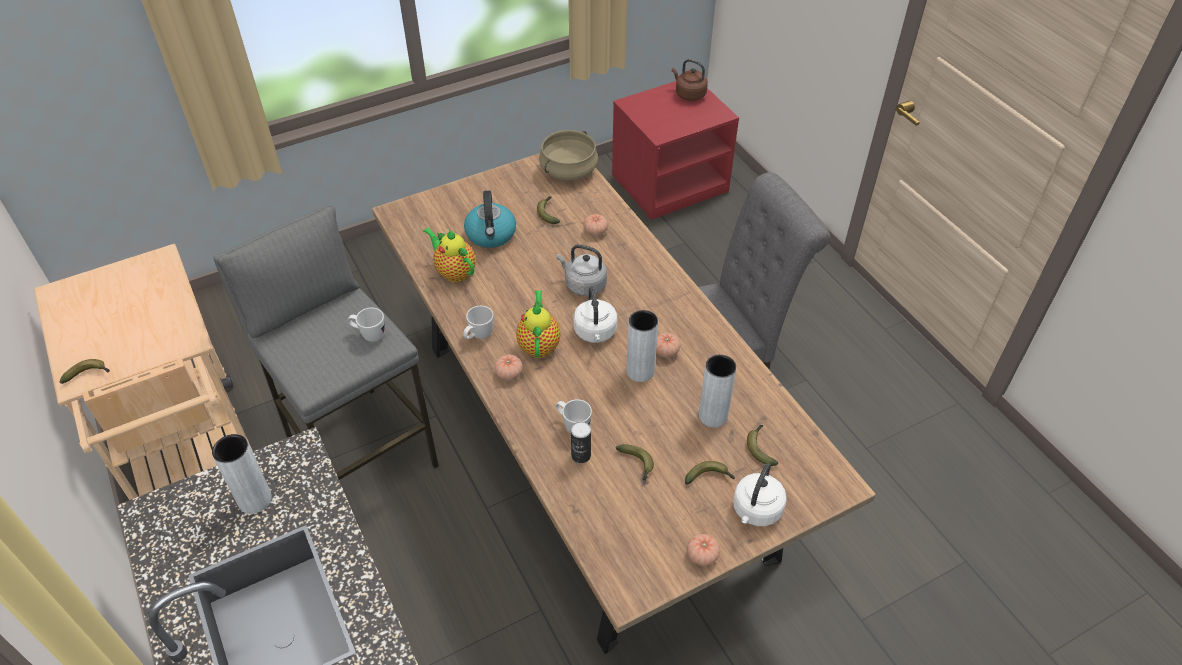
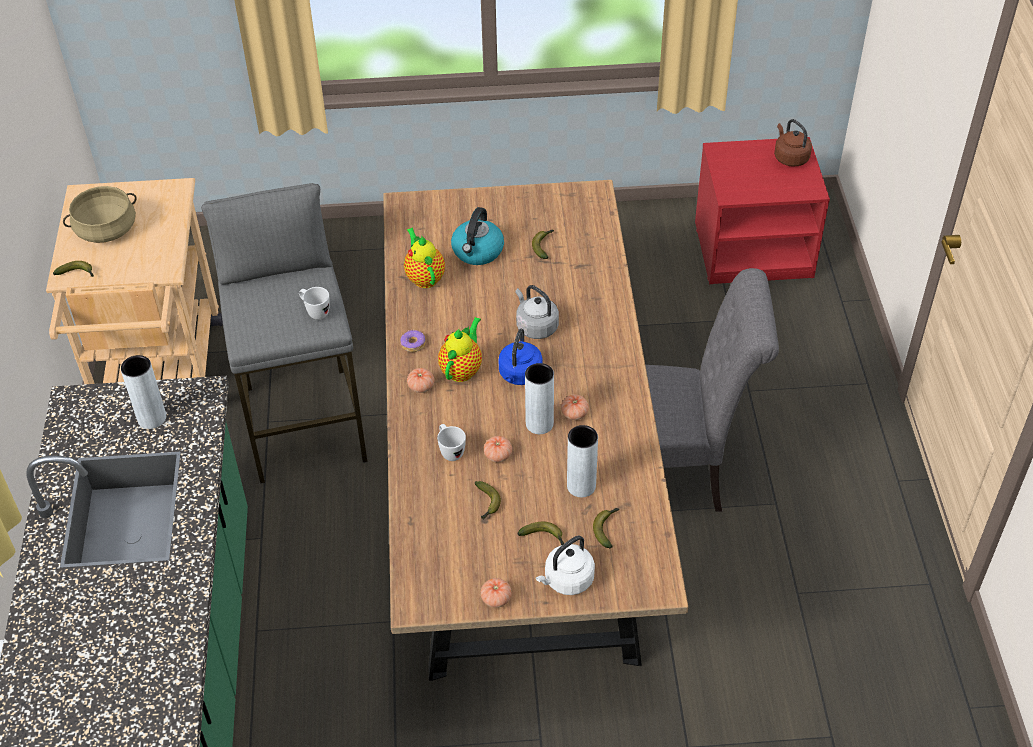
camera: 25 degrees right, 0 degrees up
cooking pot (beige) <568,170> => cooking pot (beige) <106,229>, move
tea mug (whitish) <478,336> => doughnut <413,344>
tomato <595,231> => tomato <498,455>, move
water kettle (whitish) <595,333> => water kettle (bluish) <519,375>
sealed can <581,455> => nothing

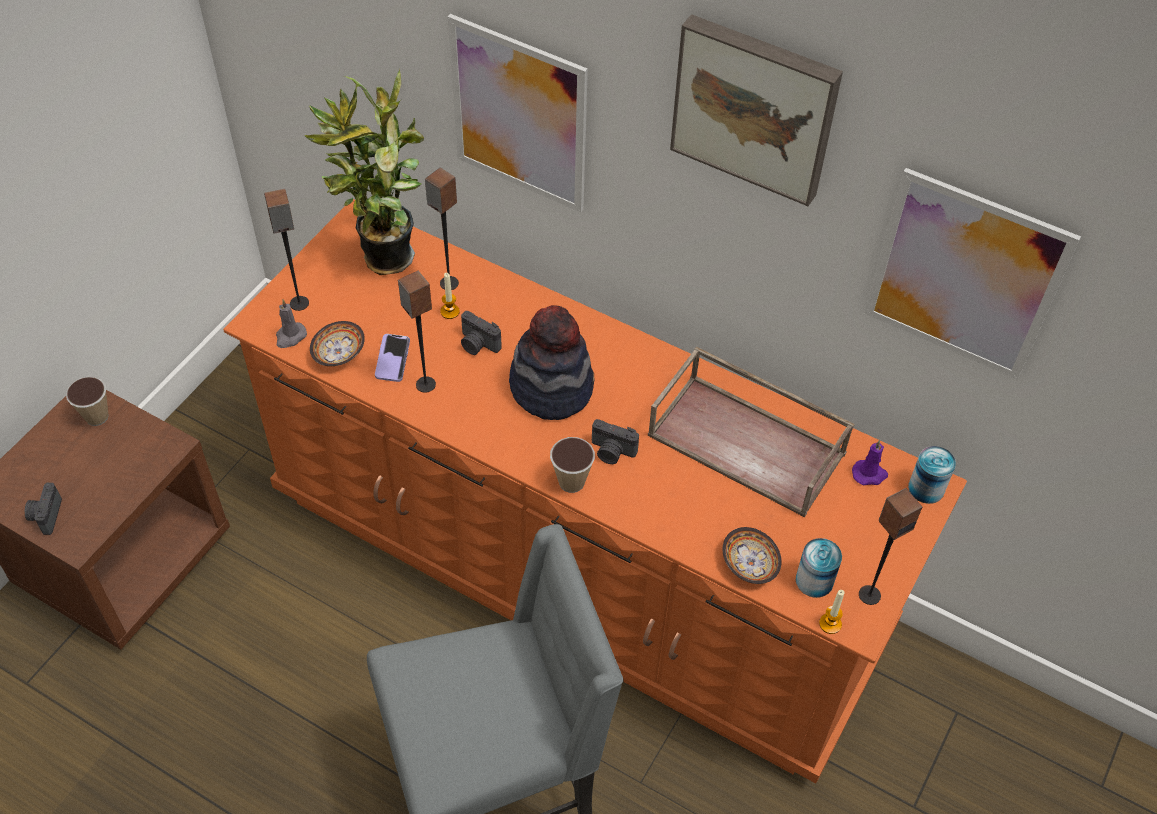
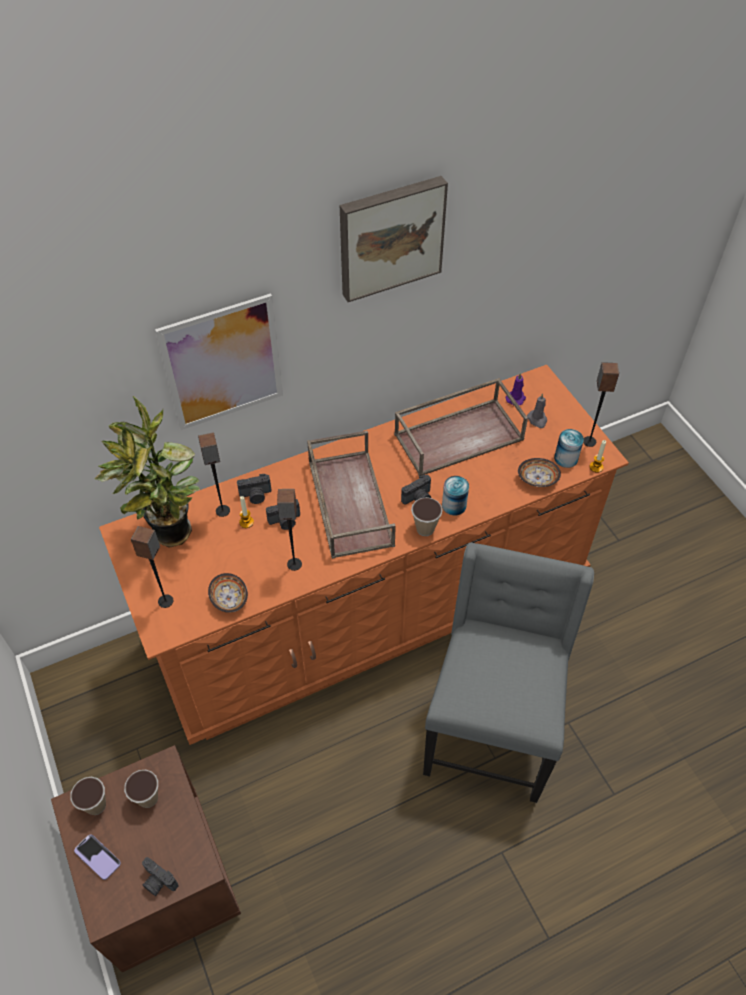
camera: 55 degrees left, 0 degrees up
handset <392,359> => handset <98,857>, move
nothing => cup <148,798>
nothing => still camera <256,496>
wearable hat <551,387> => serving tray (brown) <348,502>
sealed can <926,488> => sealed can <454,505>, move
wax candle (grey) <290,337> => wax candle (grey) <537,420>, move
wall art <965,276> => nothing

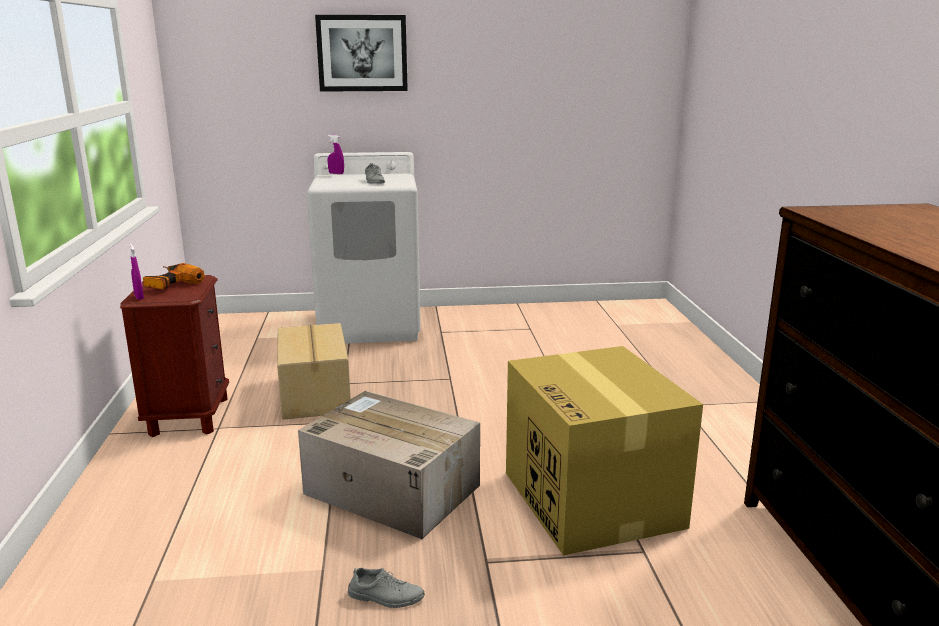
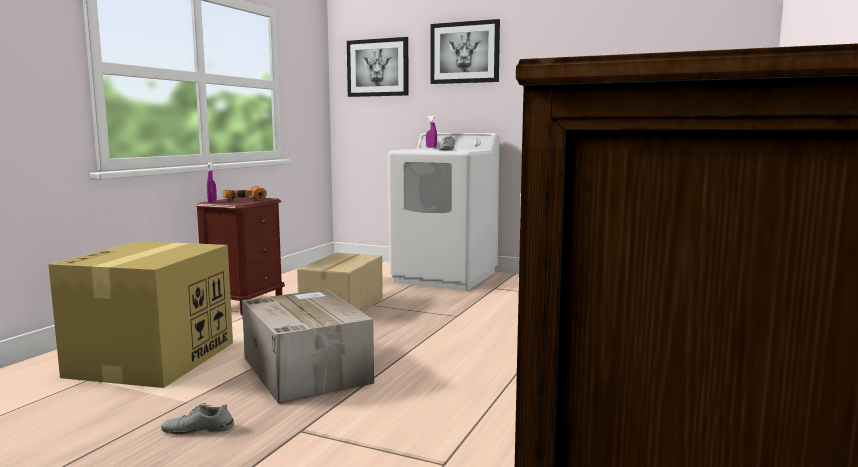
camera: 30 degrees right, 10 degrees down
packing box <593,500> => packing box <152,360>, move
low shoe (grey) <385,596> => low shoe (grey) <198,429>, 135 degrees clockwise
nothing => wall art <378,67>

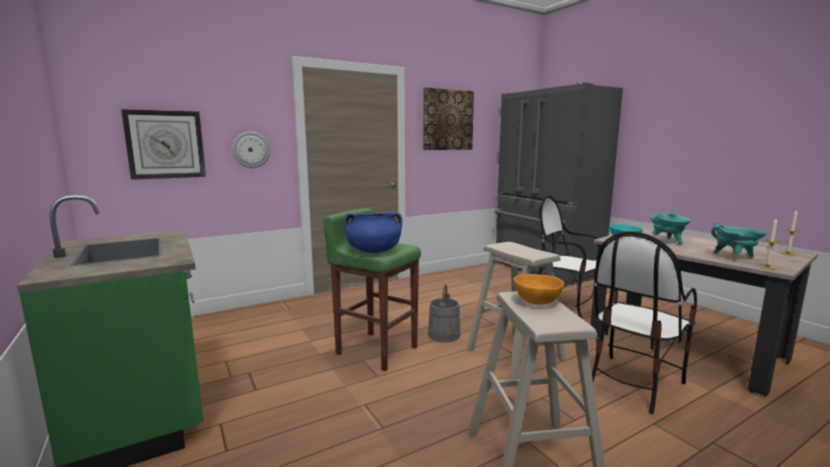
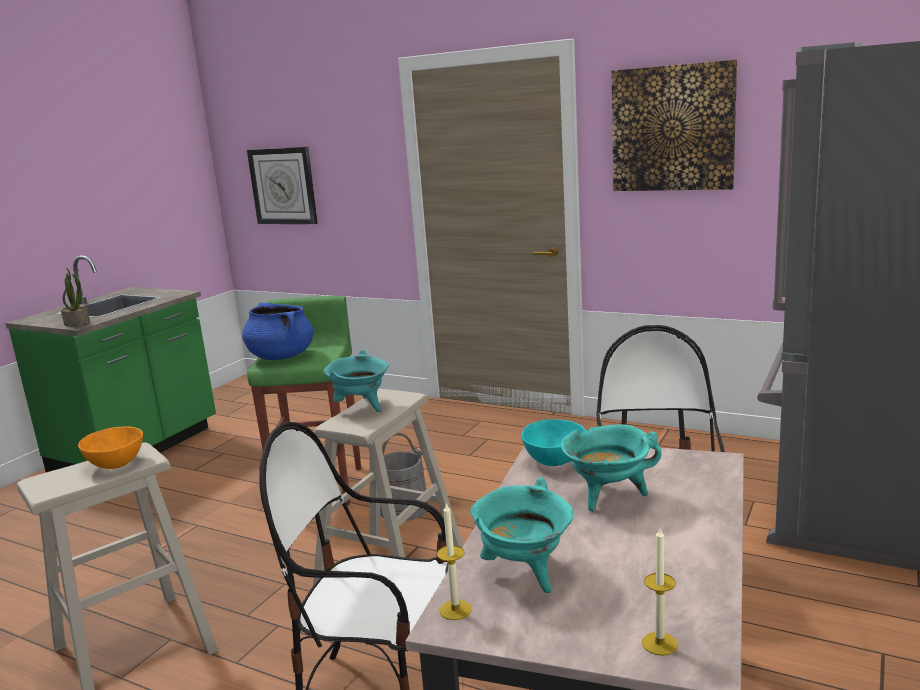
camera: 60 degrees right, 5 degrees up
nothing => plant in a pot <78,323>
nothing => cooking pot (blue-green) <361,407>
hanging clock <251,149> => nothing

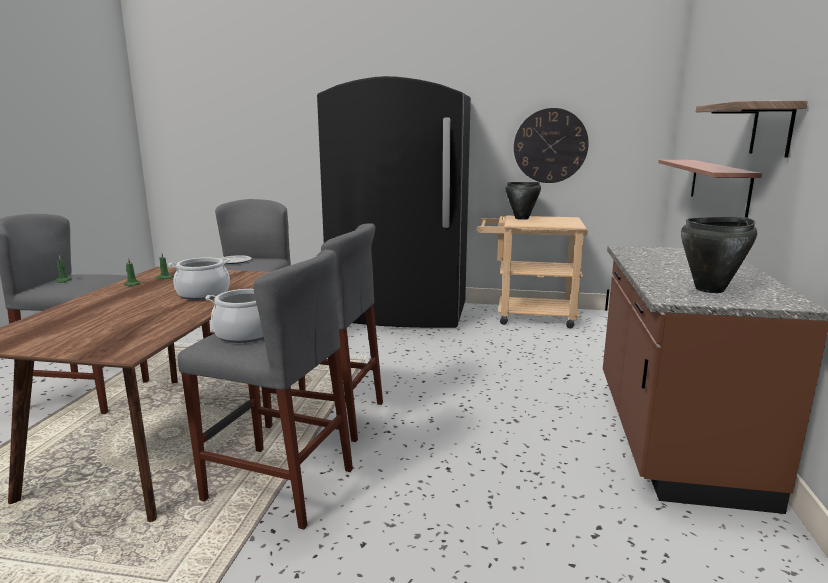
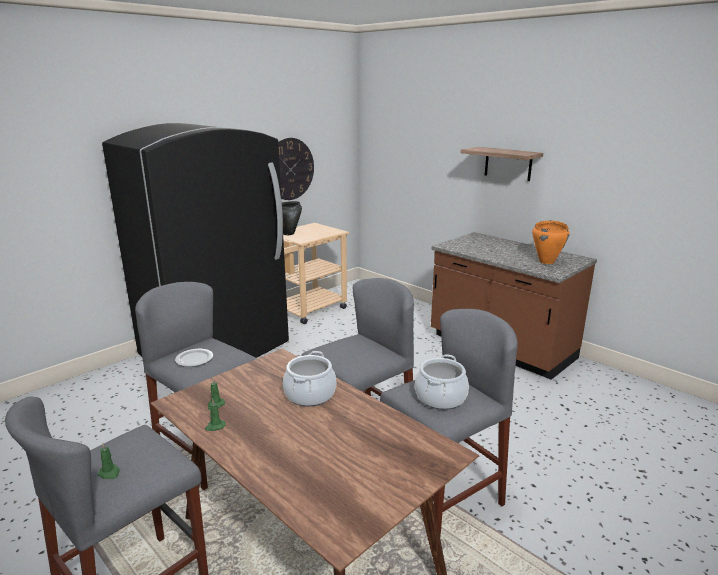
camera: 55 degrees left, 5 degrees up
cooking pot (black) <710,289> => cooking pot (orange-coloured) <547,261>
wall shelf <719,185> => nothing

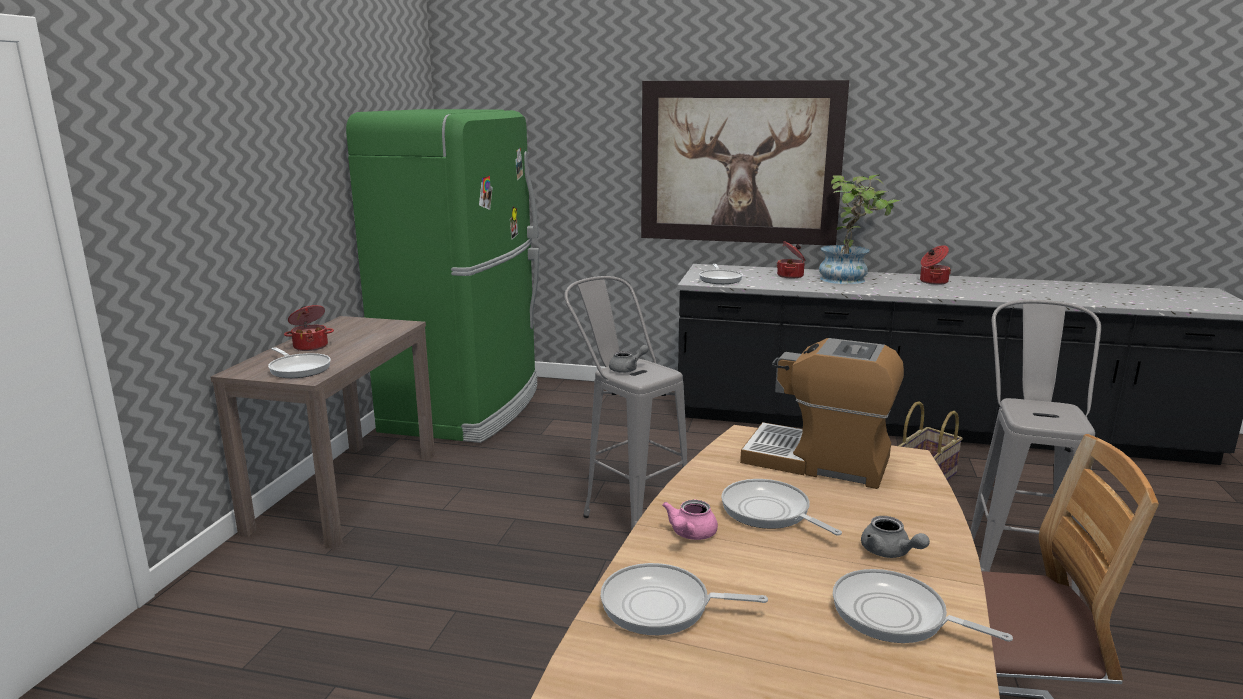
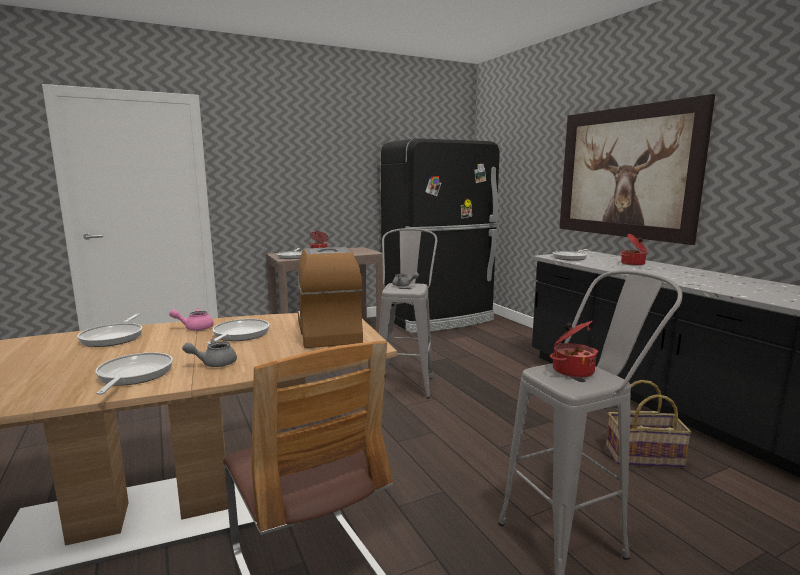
camera: 50 degrees right, 5 degrees down
pan <662,606> => pan <114,337>, 150 degrees counterclockwise
pot for tea (grey) <889,553> => pot for tea (grey) <214,363>, 45 degrees clockwise
refrigerator (green) <466,408> => refrigerator (black) <438,319>
cooking pot <932,282> => cooking pot <572,370>, move
plant in a pot <850,279> => nothing

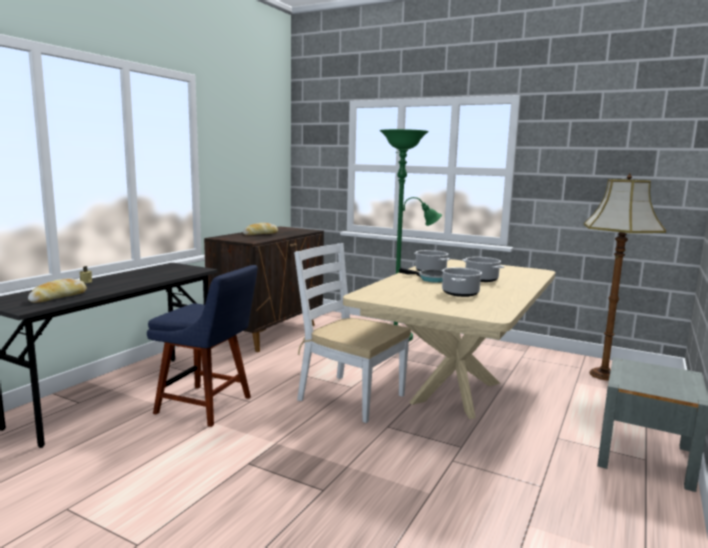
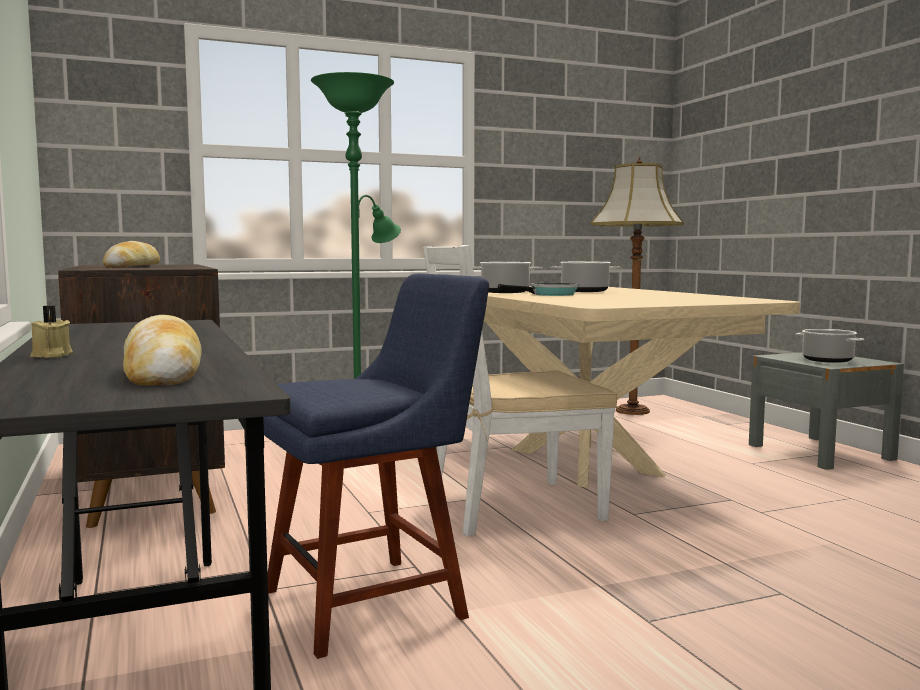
camera: 50 degrees left, 5 degrees down
cooking pot <460,293> => cooking pot <826,360>, move

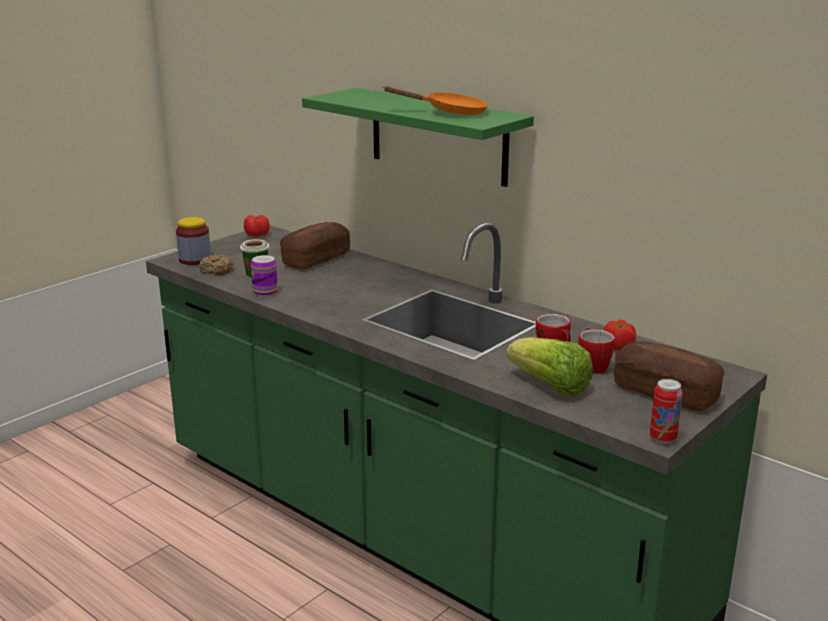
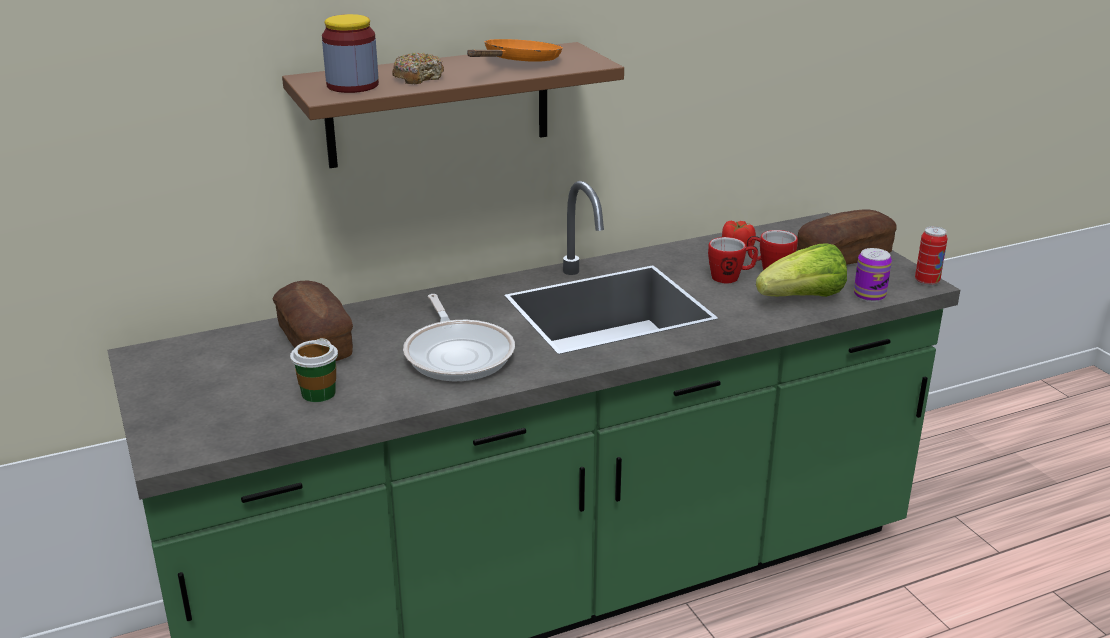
camera: 65 degrees left, 5 degrees up
wall shelf (green) <438,136> => wall shelf (brown) <439,105>
jar <195,259> => jar <352,85>, move
doughnut <216,270> => doughnut <418,77>, move
nothing => pan <458,354>
sealed can <265,292> => sealed can <869,295>, move
tomato <257,235> => nothing

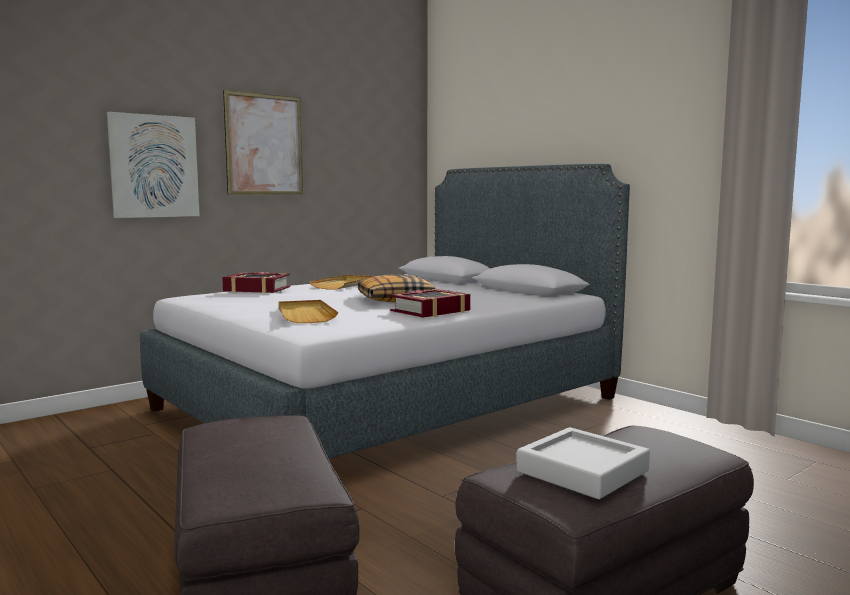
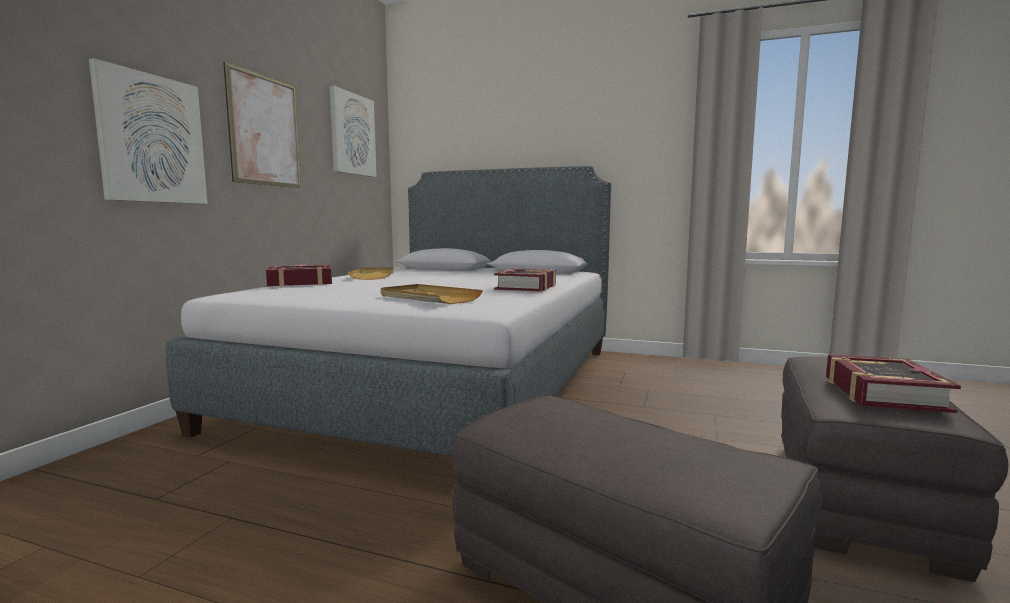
camera: 30 degrees left, 0 degrees up
nothing => wall art <352,134>
serving tray (grey) <582,471> => book <882,393>
cushion <394,299> => nothing

